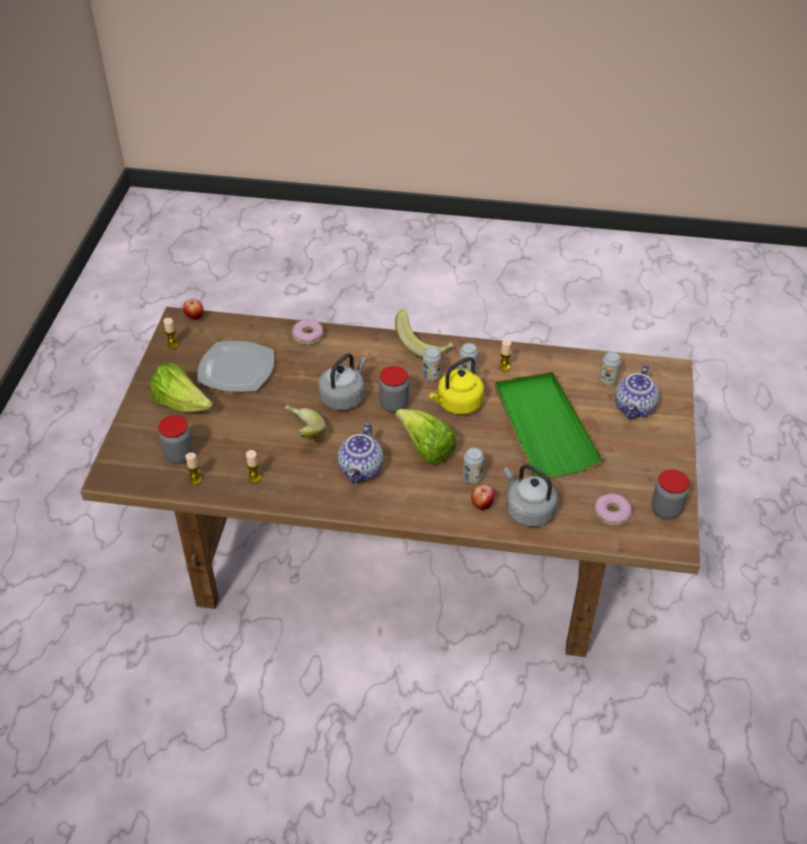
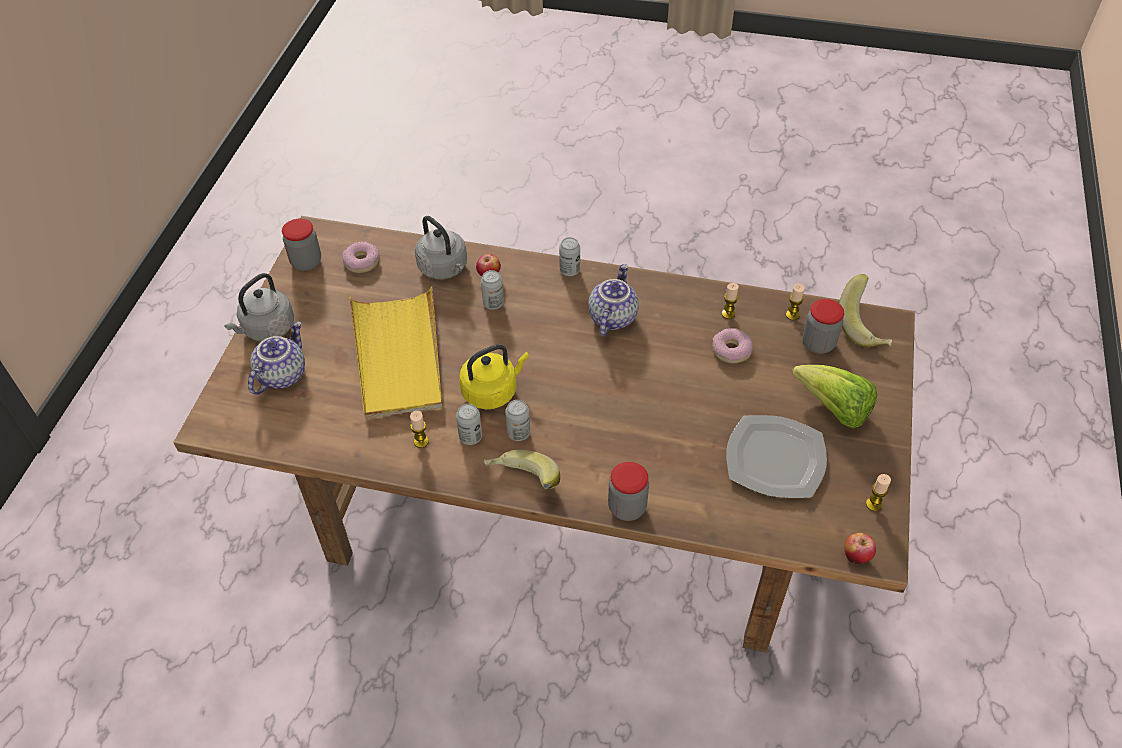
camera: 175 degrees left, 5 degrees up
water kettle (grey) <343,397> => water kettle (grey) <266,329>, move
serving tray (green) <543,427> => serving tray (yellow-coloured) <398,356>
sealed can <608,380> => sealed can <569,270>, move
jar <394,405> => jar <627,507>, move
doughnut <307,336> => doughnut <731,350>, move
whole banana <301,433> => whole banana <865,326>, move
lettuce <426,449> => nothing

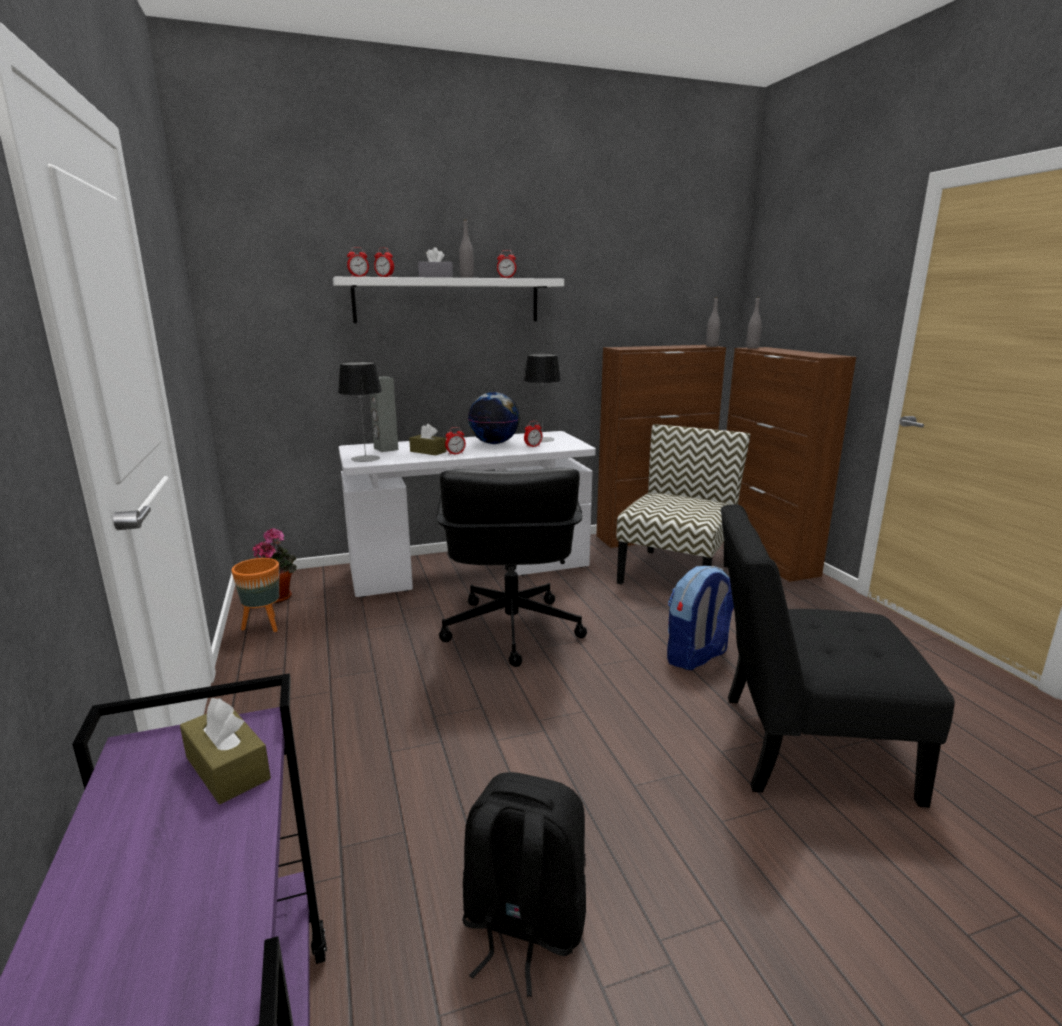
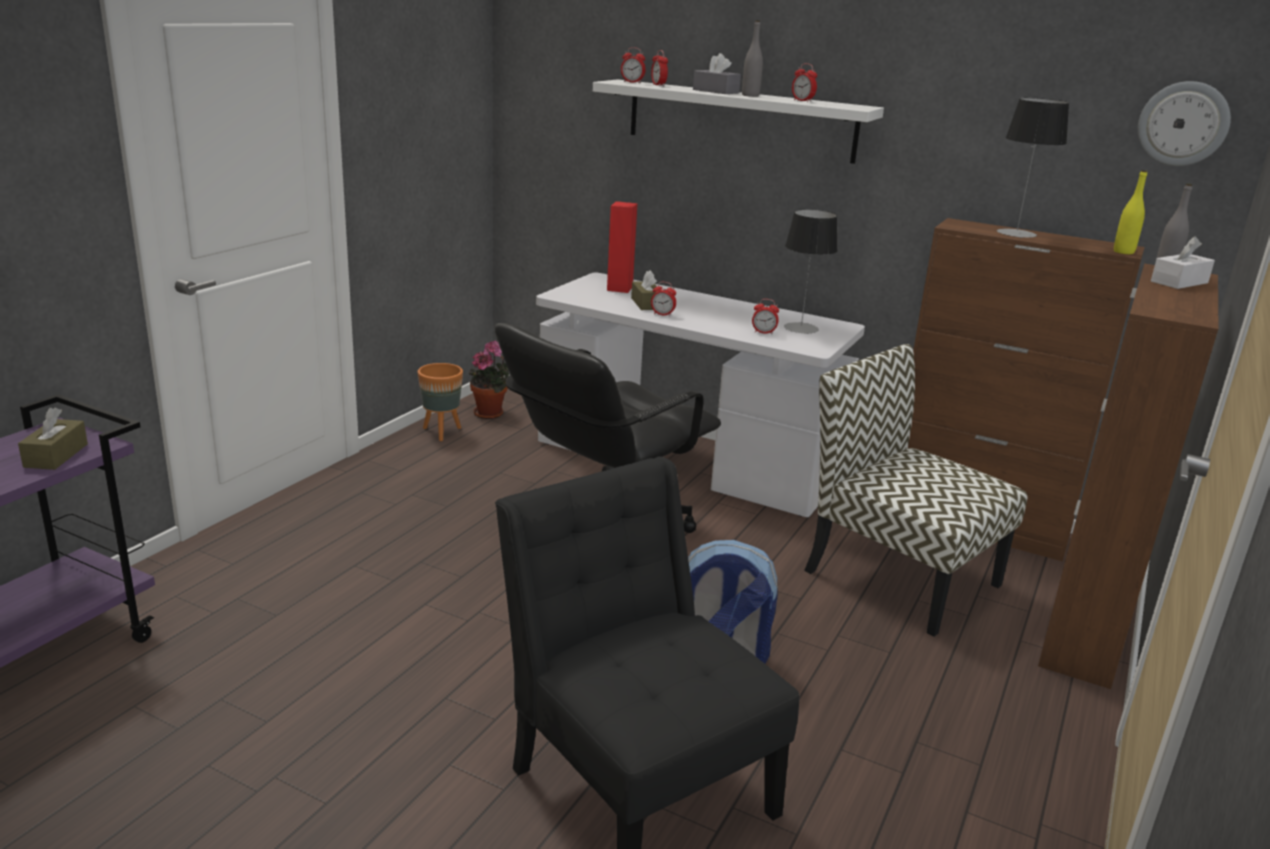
camera: 45 degrees right, 5 degrees up
speaker (grey) <385,449> => speaker (reddish) <619,288>
upright chair <675,573> => upright chair <898,576>, 120 degrees counterclockwise
tabletop lamp <365,458> => tabletop lamp <1016,233>, move
drink bottle (grey) <711,346> => drink bottle (yellow-coloured) <1123,252>
nothing => hanging clock <1183,123>
nothing => tissue box (whitish) <1179,282>
backpack (black) <522,925> => nothing
desk globe <494,443> => nothing

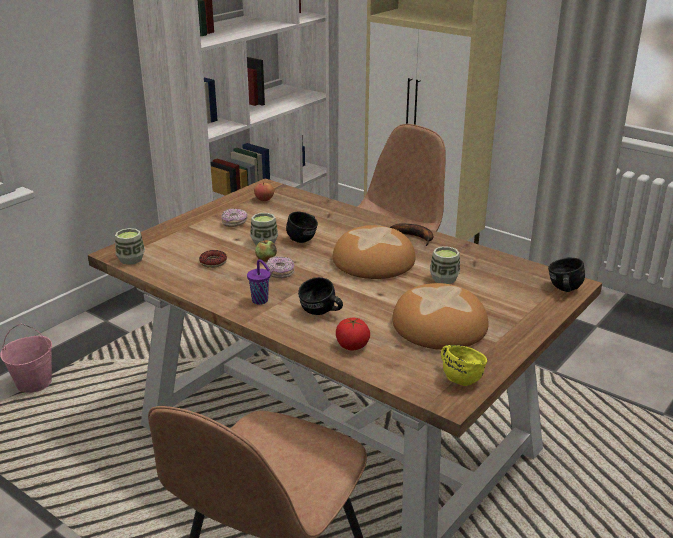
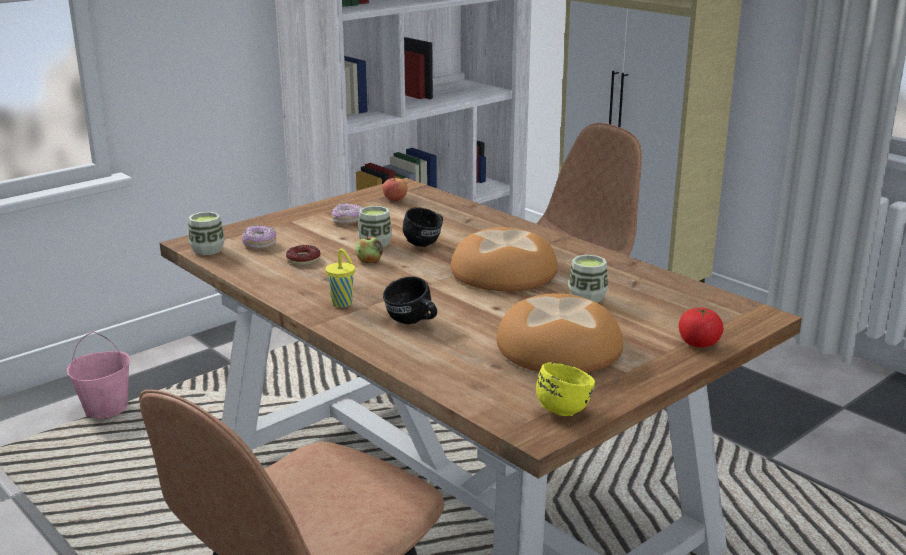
camera: 10 degrees right, 5 degrees down
doughnut <280,273> => doughnut <259,245>, move
cup (purplish) <261,301> => cup (yellow-coloured) <343,304>
tomato <352,346> => tomato <698,343>, move
whole banana <416,237> => nothing
tea mug (black) <563,290> => nothing

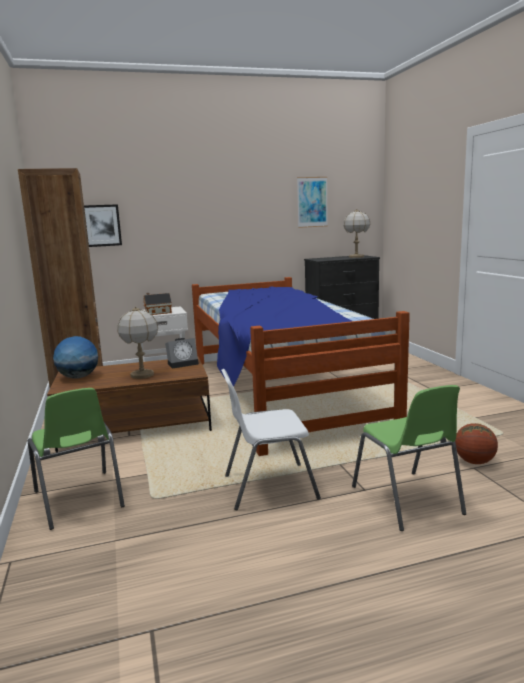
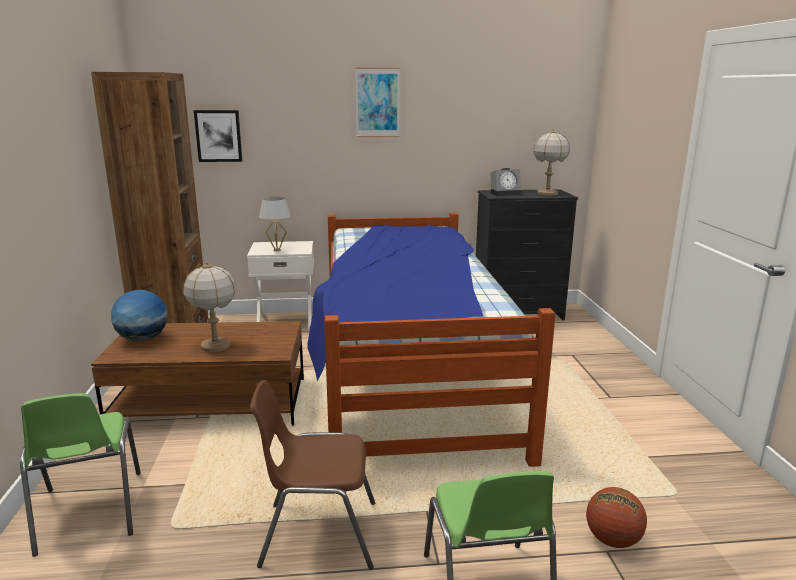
camera: 10 degrees right, 5 degrees up
upright chair (whitish) <268,486> => upright chair (brown) <317,534>
toy house <157,313> => tabletop lamp (whitish) <277,250>
wall art <312,202> => wall art <377,102>, move
bedside clock <183,363> => bedside clock <505,193>, move

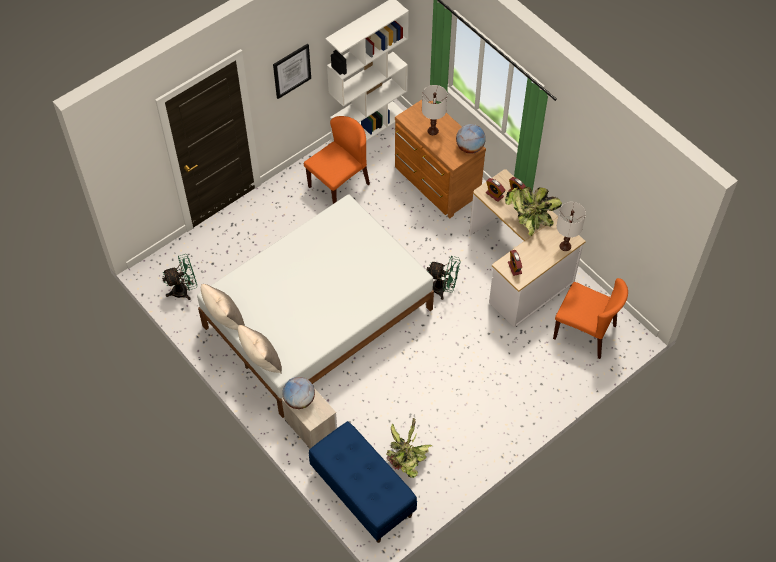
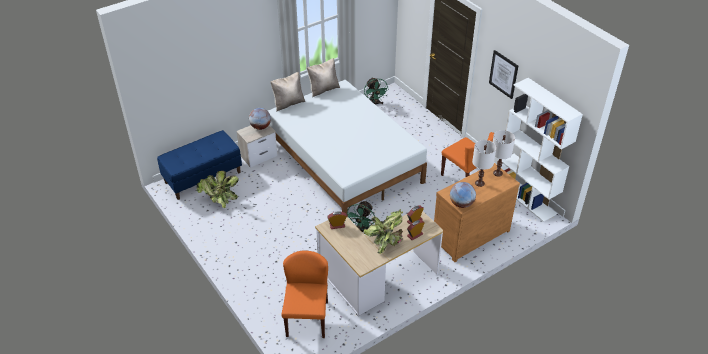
camera: 95 degrees right, 15 degrees down
upright chair (orange-coloured) <585,332> => upright chair (orange-coloured) <307,318>, 150 degrees clockwise
tabletop lamp (whitish) <565,246> => tabletop lamp (whitish) <498,173>, move

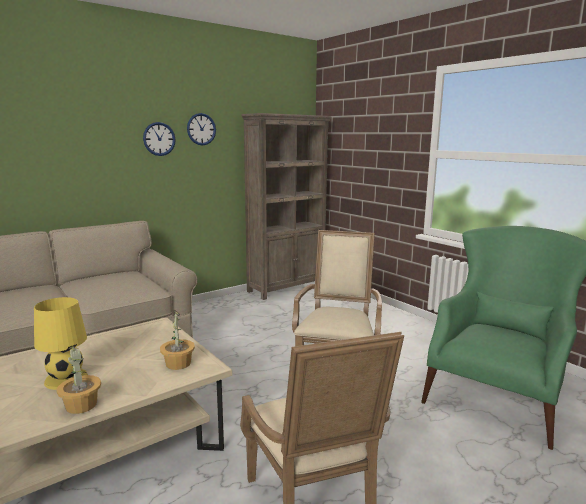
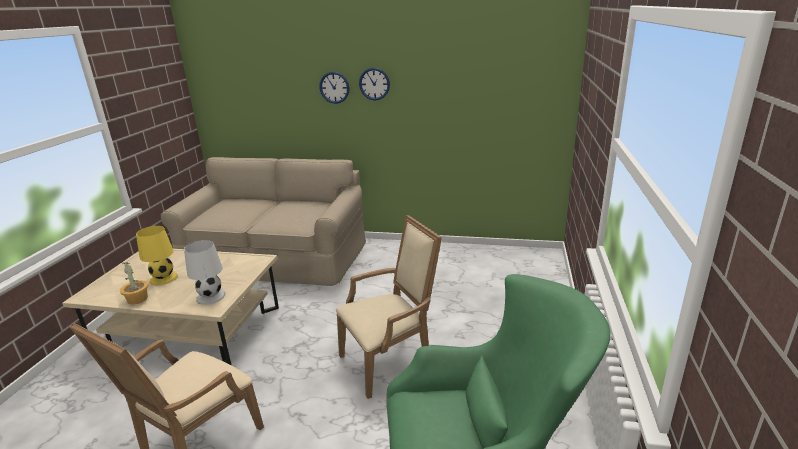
camera: 50 degrees right, 10 degrees up
plant in a pot <178,363> => tabletop lamp (whitish) <211,296>
hanging clock <201,129> => hanging clock <334,87>, move
bookshelf (brown) <287,288> => nothing

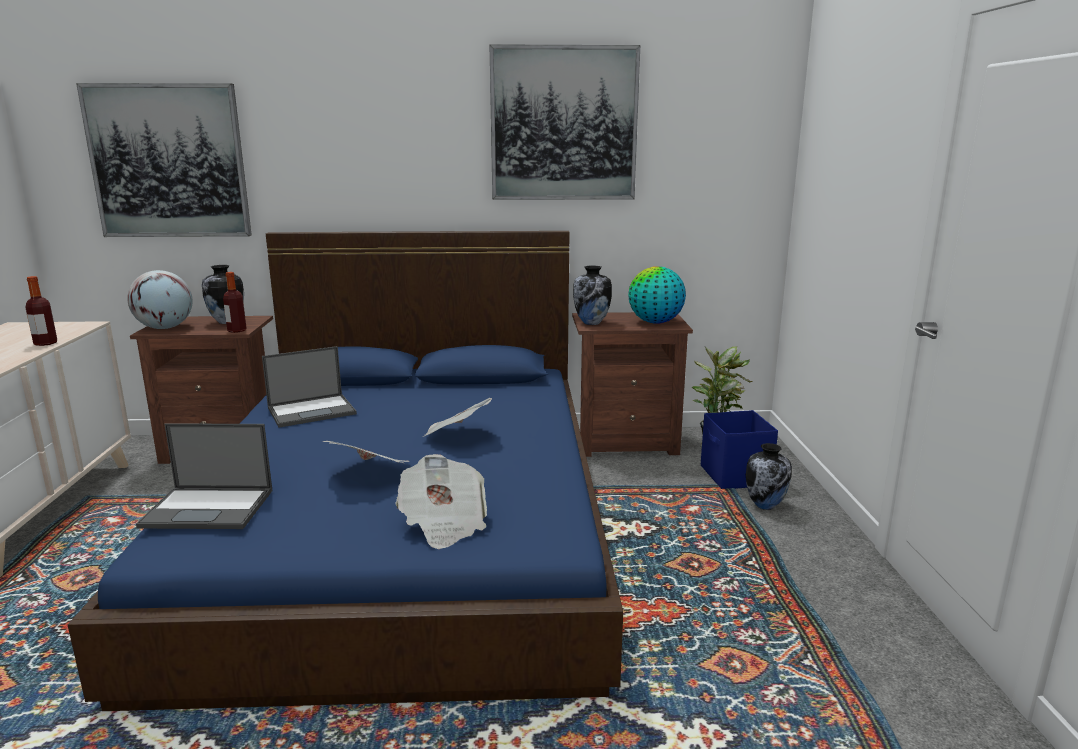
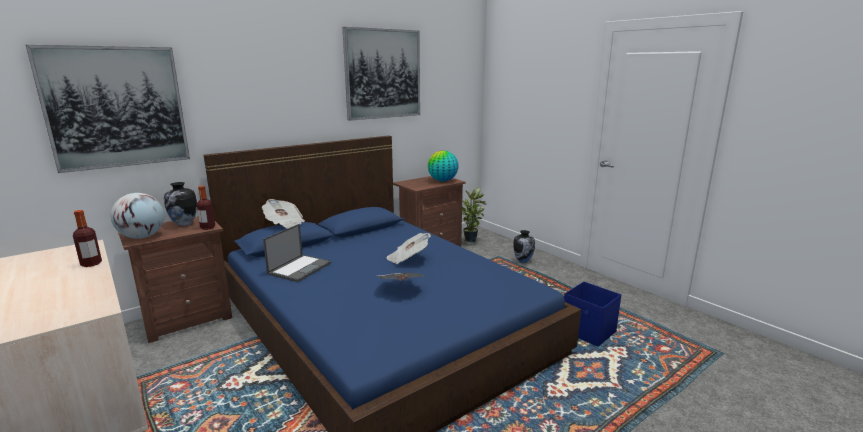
camera: 35 degrees left, 0 degrees up
printed paper <443,523> => printed paper <284,224>, move
storage box (bluish) <735,476> => storage box (bluish) <588,332>, move
portable computer <210,508> => nothing
decorative vase <592,323> => nothing

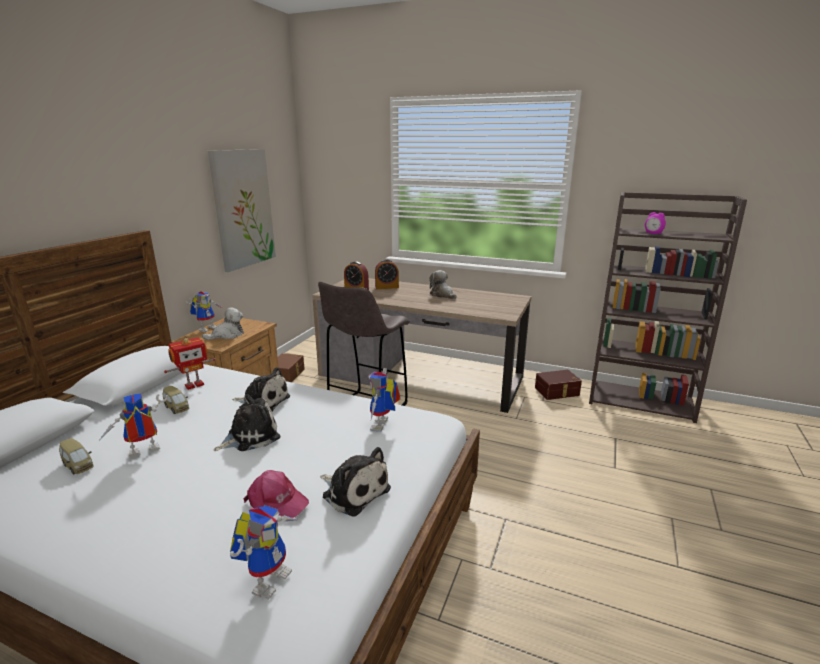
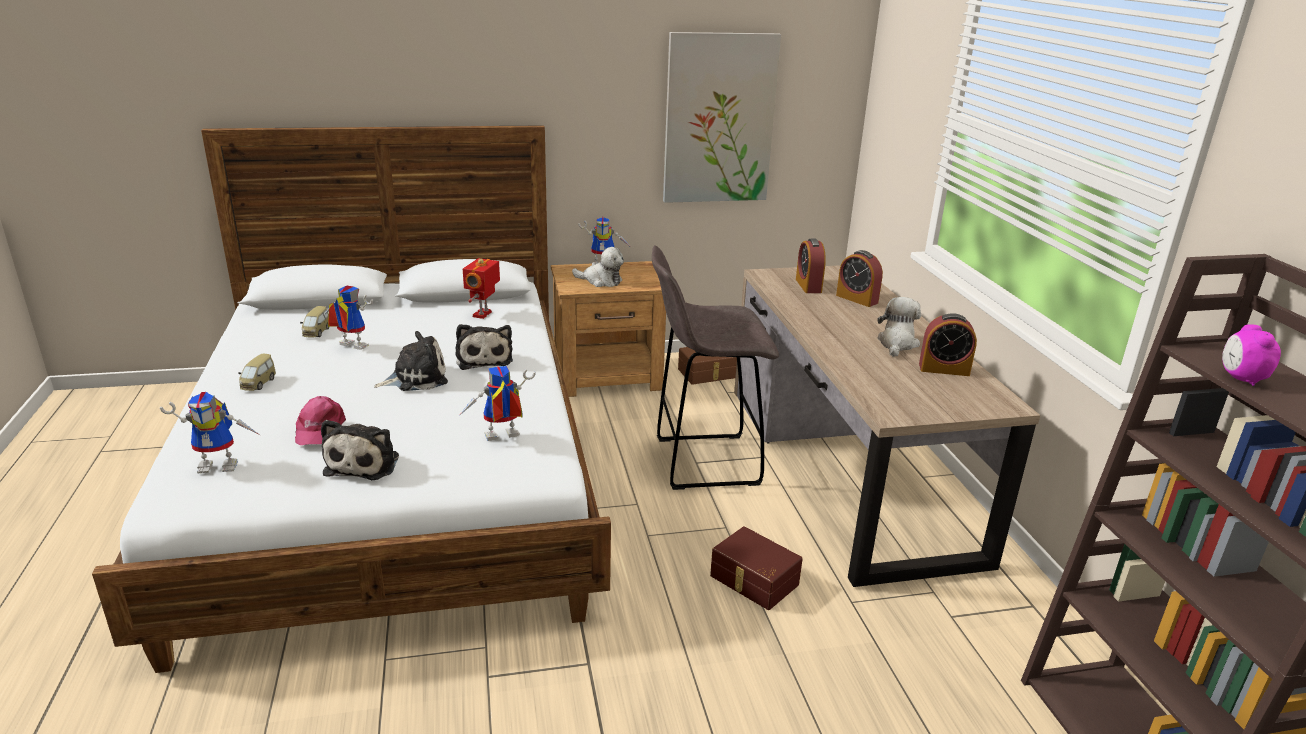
camera: 55 degrees right, 5 degrees up
toy car <177,408> => toy car <258,383>, move
soft toy <250,436> => soft toy <416,378>, 45 degrees counterclockwise
model robot <194,385> => model robot <483,314>, 90 degrees clockwise
storage box (brown) <557,392> => storage box (brown) <753,581>, move
nothing => bedside clock <944,369>

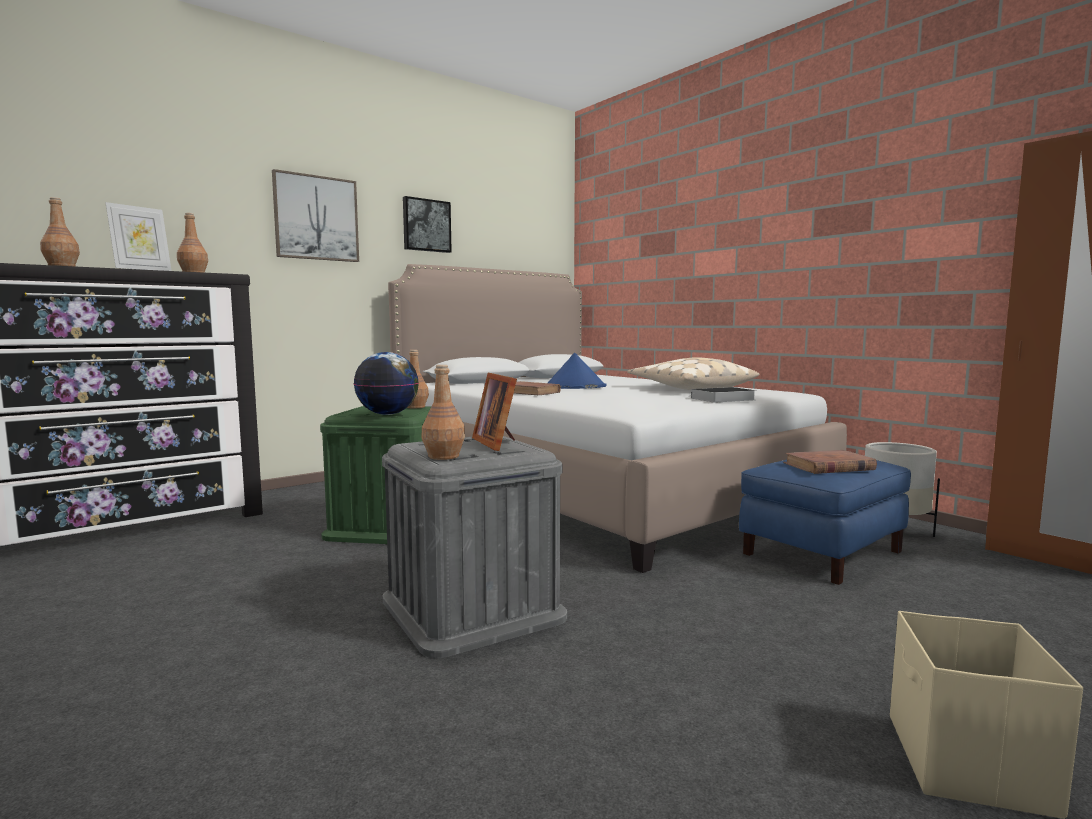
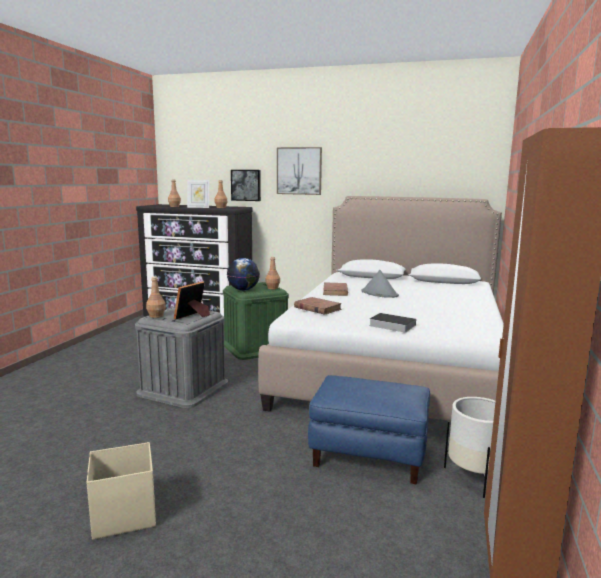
camera: 55 degrees right, 5 degrees up
wall art <426,225> => wall art <246,185>, move
book (brown) <828,467> => book (brown) <317,308>, move
wearable hat (bluish) <575,387> => wearable hat (grey) <379,293>
cushion (beige) <690,388> => nothing

